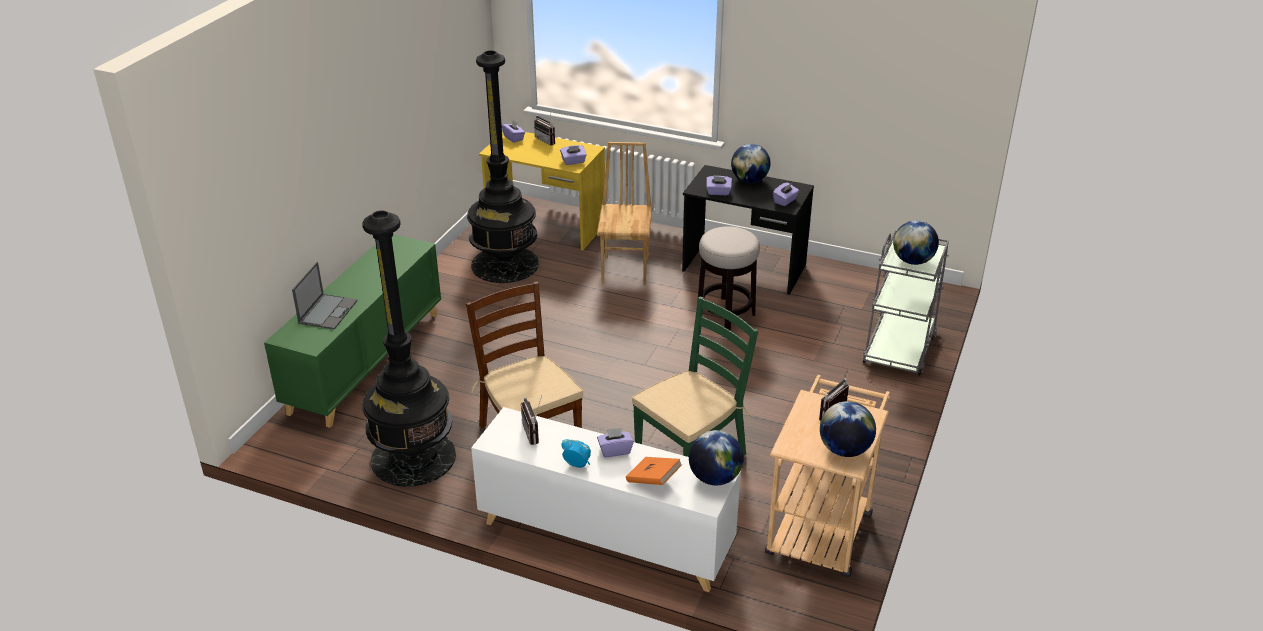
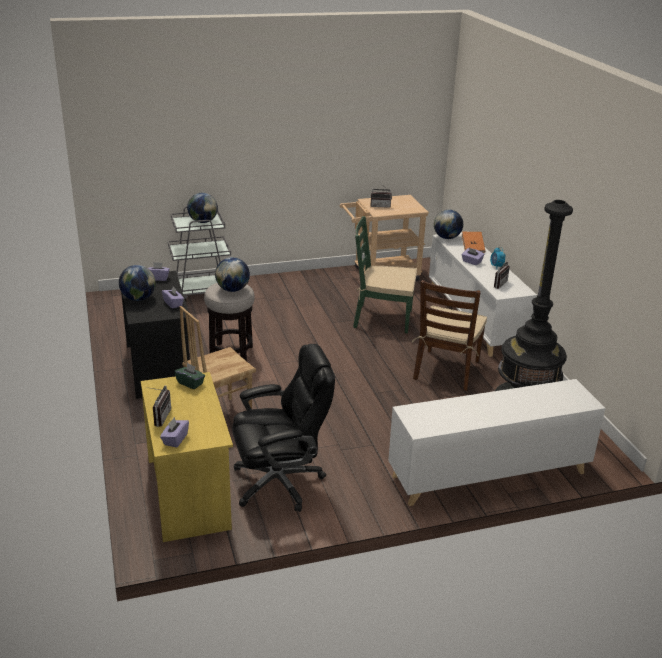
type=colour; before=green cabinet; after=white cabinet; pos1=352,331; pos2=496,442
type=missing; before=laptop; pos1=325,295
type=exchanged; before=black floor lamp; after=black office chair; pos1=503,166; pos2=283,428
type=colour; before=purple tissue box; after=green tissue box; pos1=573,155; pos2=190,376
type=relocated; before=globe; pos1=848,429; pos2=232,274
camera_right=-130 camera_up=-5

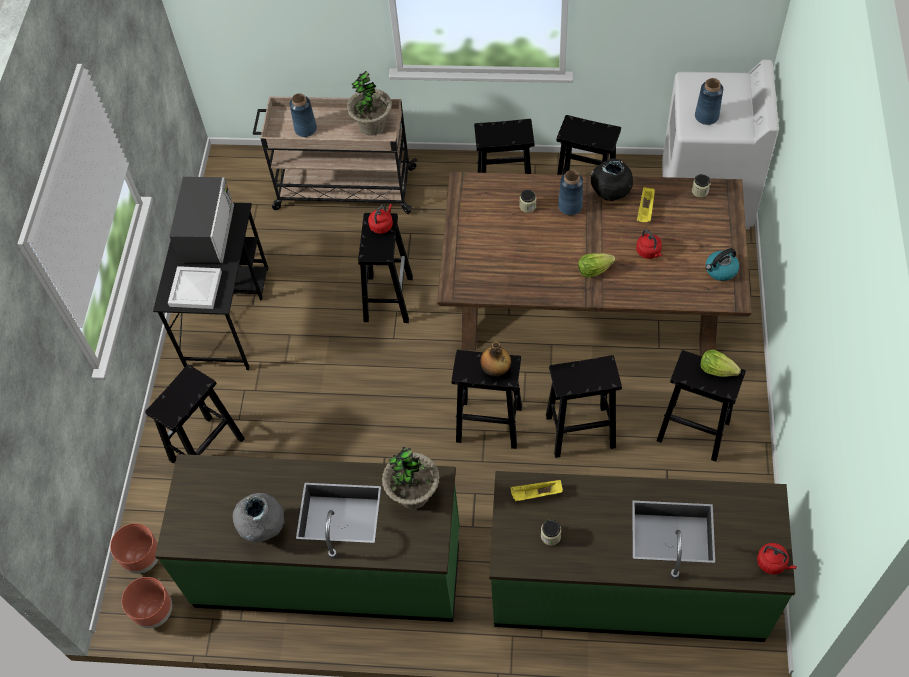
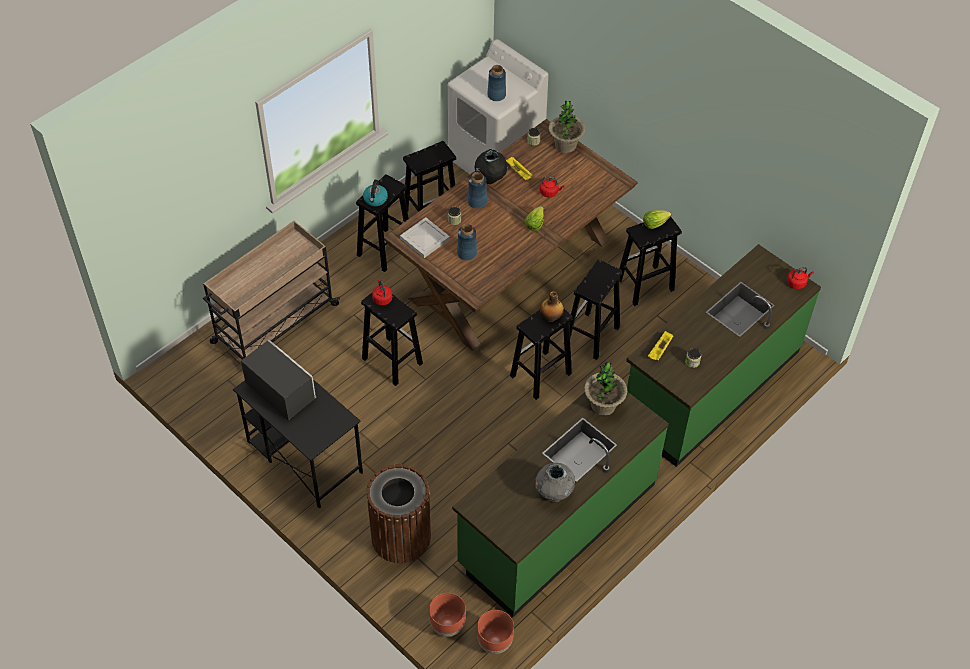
type=exchanged; before=black stool; after=brown trash can; pos1=195,413; pos2=398,513
type=relocated; before=white tray; pos1=195,287; pos2=425,237
type=relocated; before=blue vase; pos1=303,115; pos2=467,242
type=relocated; before=potted plant; pos1=369,103; pos2=567,127
type=relocated; before=kettle; pos1=722,264; pos2=375,193
camera_right=-55 camera_up=-5

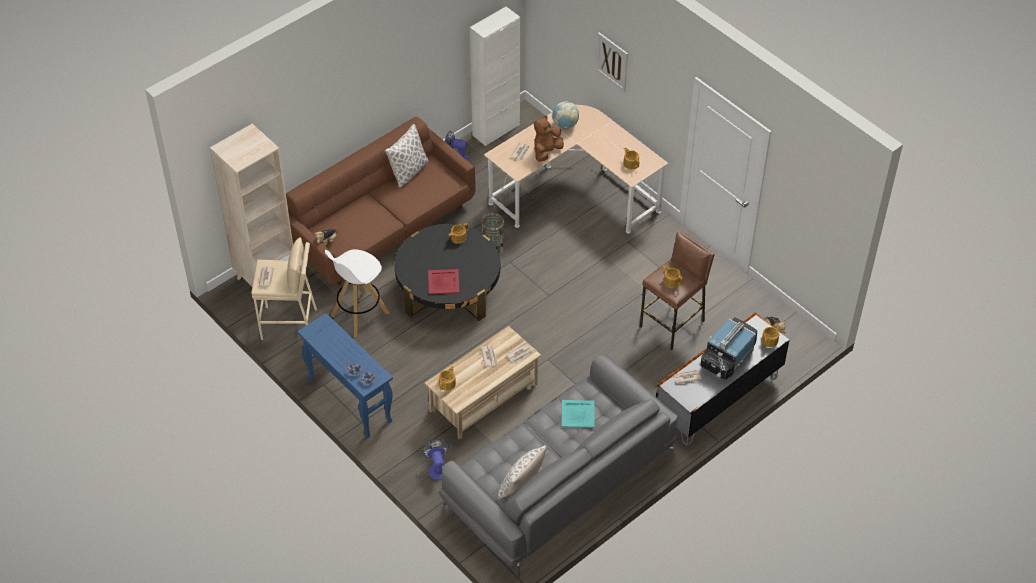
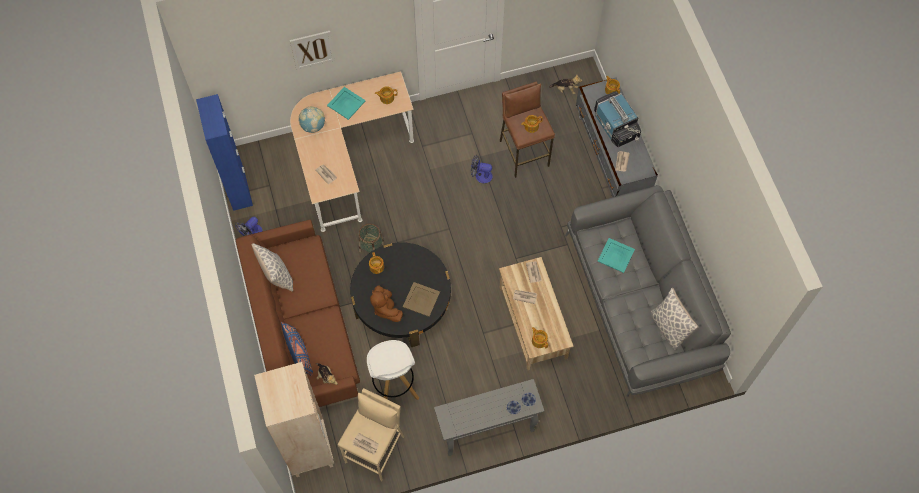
type=colour; before=blue console table; after=grey console table; pos1=345,375; pos2=489,417
type=relocated; before=fan; pos1=435,460; pos2=482,169
type=colour; before=red tray; after=beige tray; pos1=444,281; pos2=421,299
type=colour; before=white cabinet; after=blue cabinet; pos1=495,76; pos2=224,152
type=relocated; before=brown plush toy; pos1=549,139; pos2=386,303
type=appeared; after=blue pillow; pos2=297,349
type=appeared; after=turquoise tray; pos2=346,103
camera_right=-65 camera_up=15

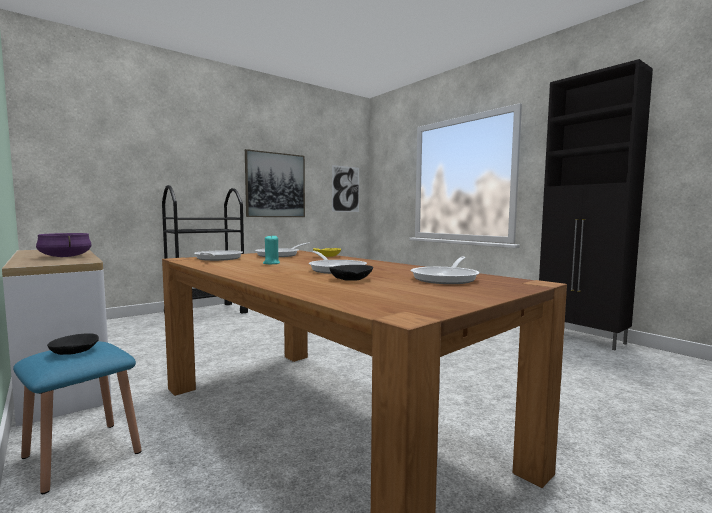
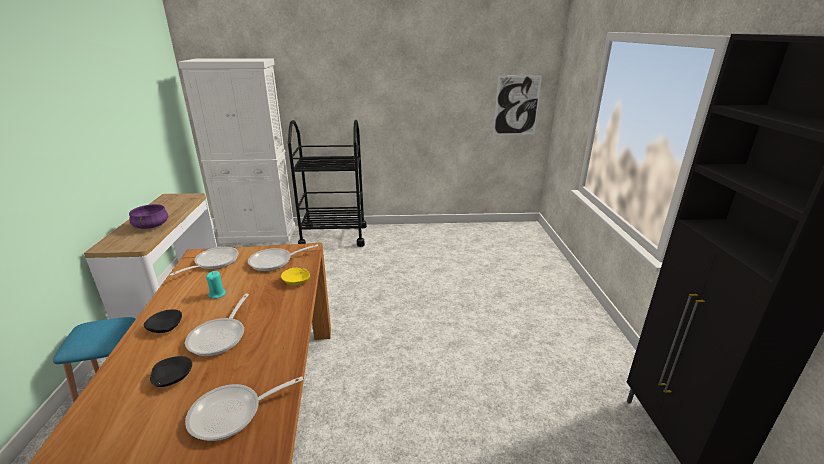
type=relocated; before=black bowl; pos1=73,344; pos2=163,321
type=missing; before=picture; pos1=275,183
type=appeared; after=white cabinet; pos2=236,151
camera_right=35 camera_up=20

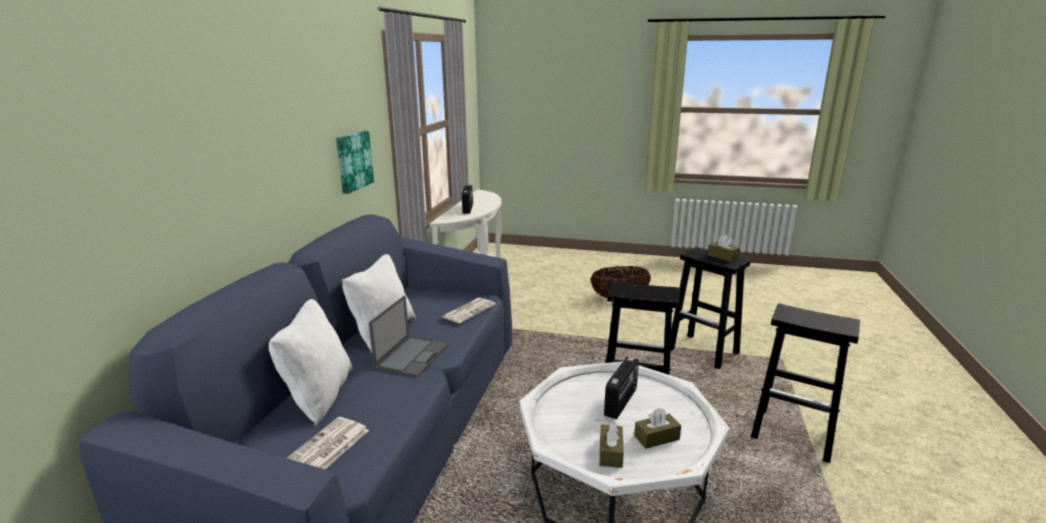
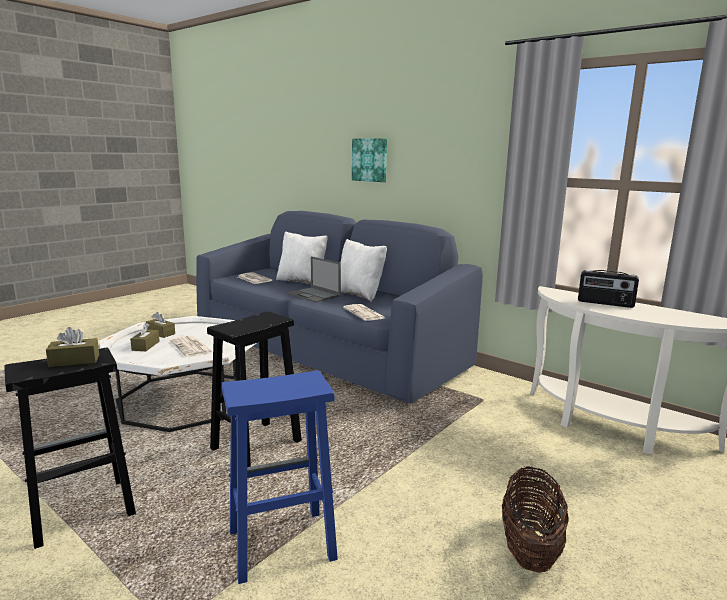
type=relocated; before=picture; pos1=355,162; pos2=369,160
type=exchanged; before=radio; after=newspaper; pos1=621,388; pos2=191,346
type=colour; before=black stool; after=blue stool; pos1=710,308; pos2=280,477
type=relocated; before=brown tissue box; pos1=723,248; pos2=72,347
camera_right=115 camera_up=-5

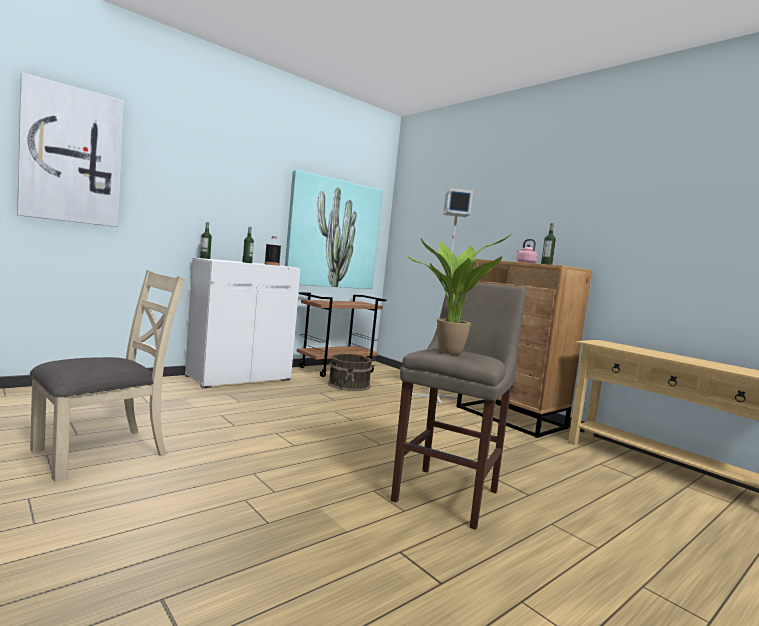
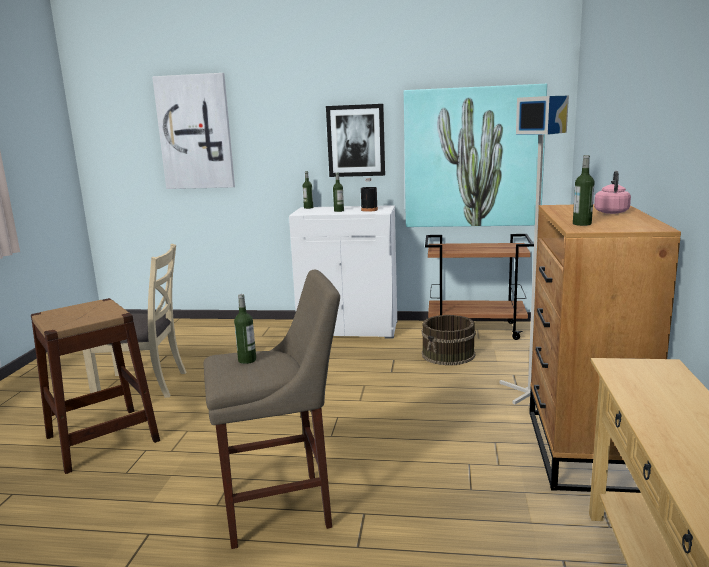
type=exchanged; before=potted plant; after=bottle; pos1=459,292; pos2=245,329
type=appeared; after=brown stool; pos2=95,386
type=appeared; after=picture; pos2=355,140
camera_right=50 camera_up=10

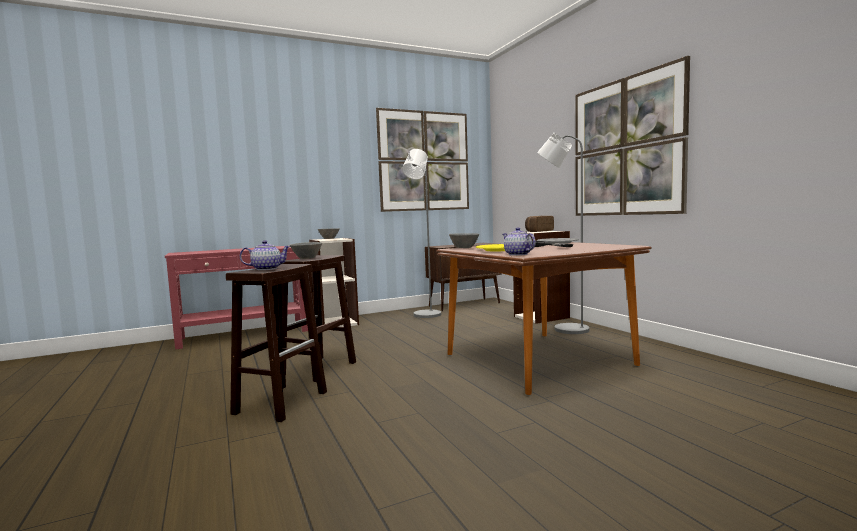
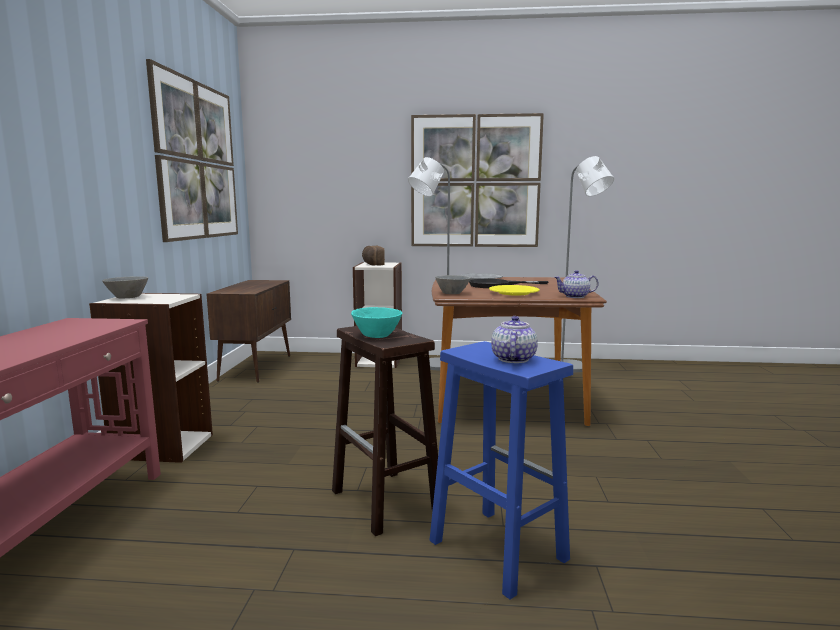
type=colour; before=brown stool; after=blue stool; pos1=276,343; pos2=501,470
type=colour; before=grey bowl; after=turquoise bowl; pos1=306,250; pos2=376,322
type=relocated; before=grey floor lamp; pos1=421,233; pos2=587,264
camera_right=-60 camera_up=5

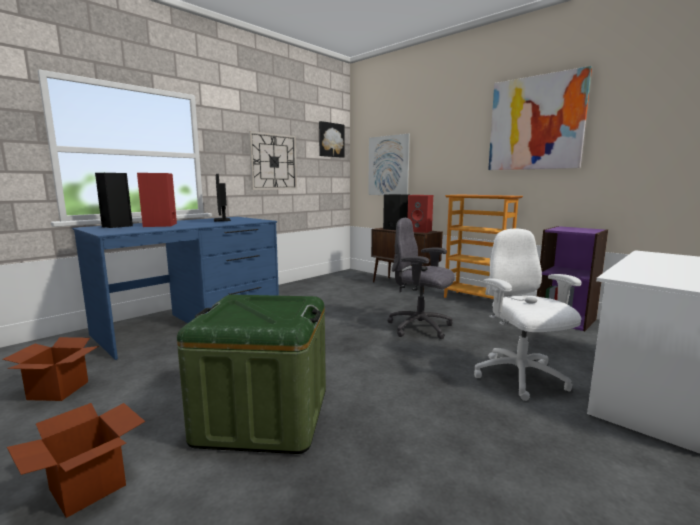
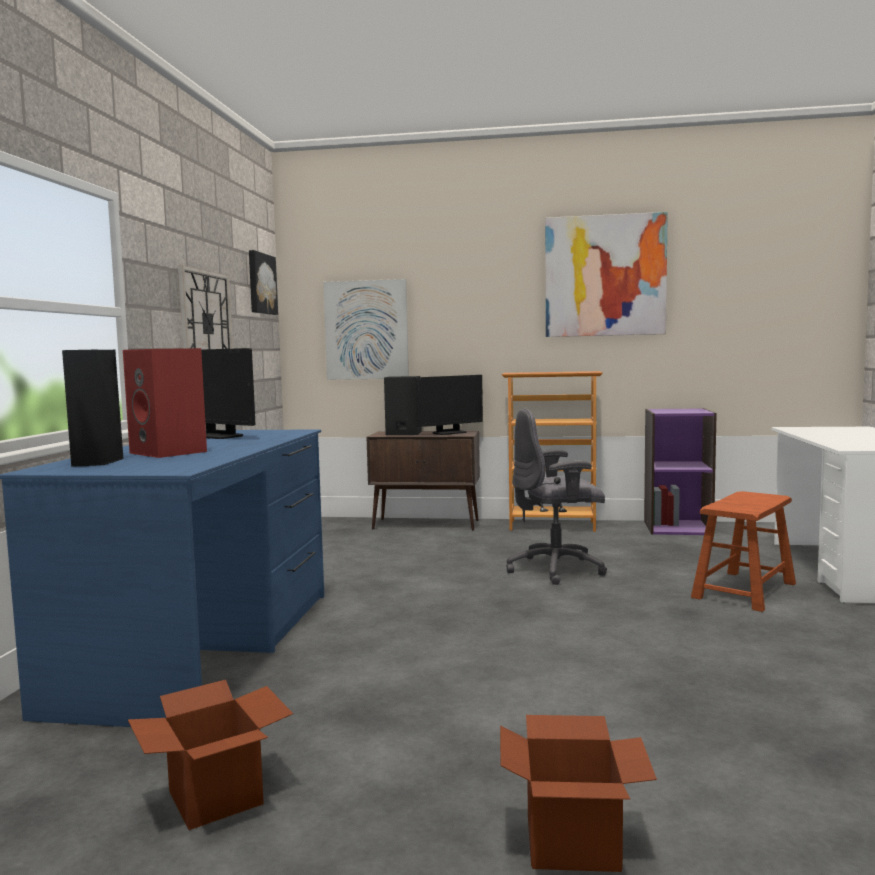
type=missing; before=green storage box; pos1=251,374
type=exchanged; before=red speaker; after=monitor; pos1=420,214; pos2=449,405
type=exchanged; before=white office chair; after=brown stool; pos1=528,315; pos2=743,551
camera_right=-35 camera_up=-5

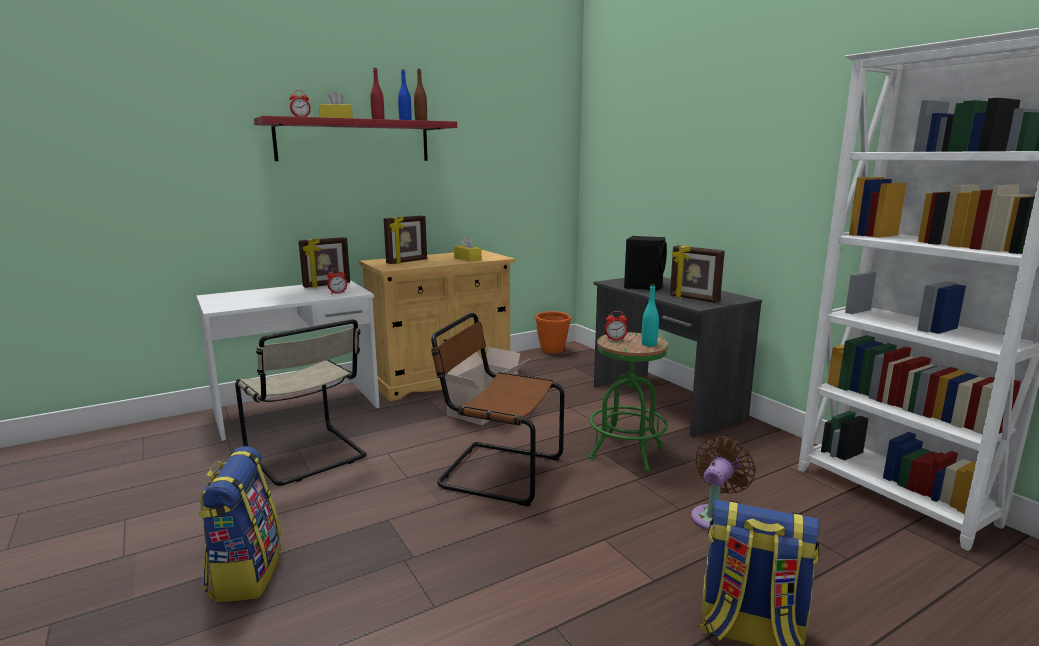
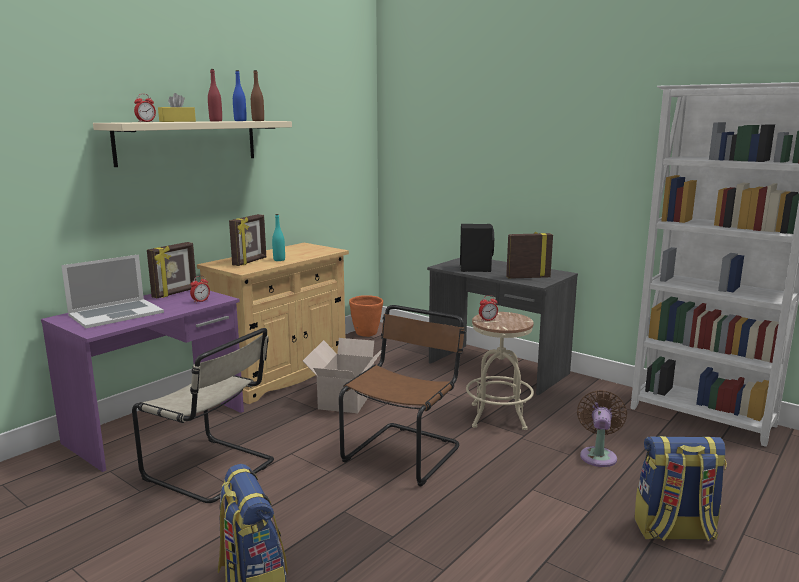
type=colour; before=white desk; after=purple desk; pos1=288,360; pos2=142,381
type=colour; before=red shelf; after=beige shelf; pos1=355,138; pos2=192,144
type=spun; before=brown chair; pos1=497,409; pos2=402,395; turn=120
type=missing; before=yellow tissue box; pos1=468,249
type=colour; before=green stool; after=beige stool; pos1=628,402; pos2=500,371
type=relocated; before=turquoise bottle; pos1=650,315; pos2=278,237
type=spun; before=picture frame; pos1=697,274; pos2=529,255; turn=150
type=appeared; after=laptop; pos2=112,291
camera_right=-20 camera_up=0

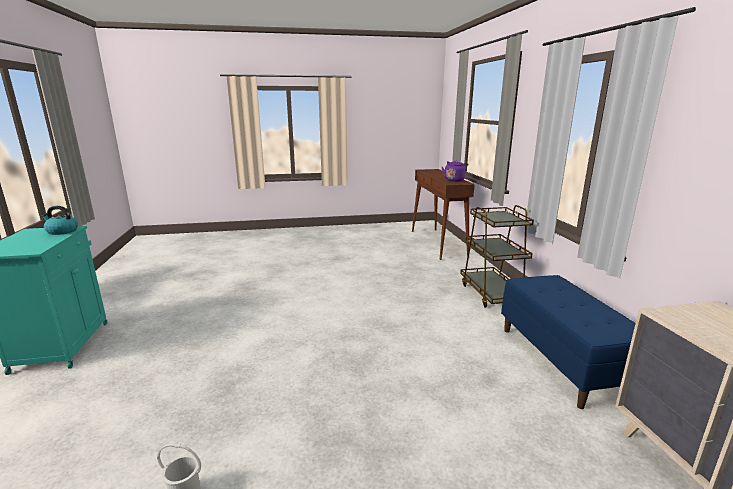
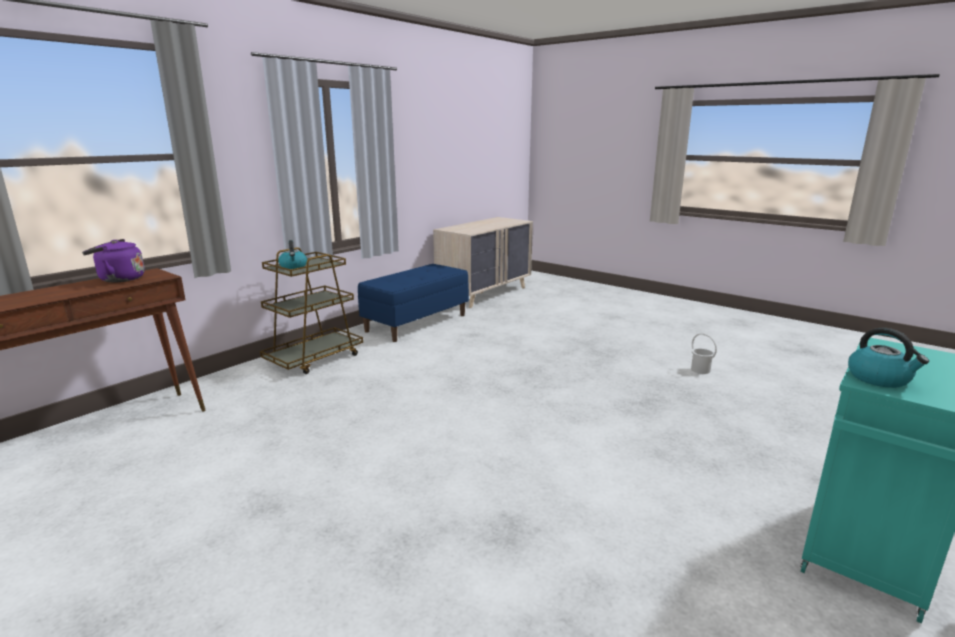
type=appeared; after=kettle; pos2=292,254
camera_right=-130 camera_up=0

